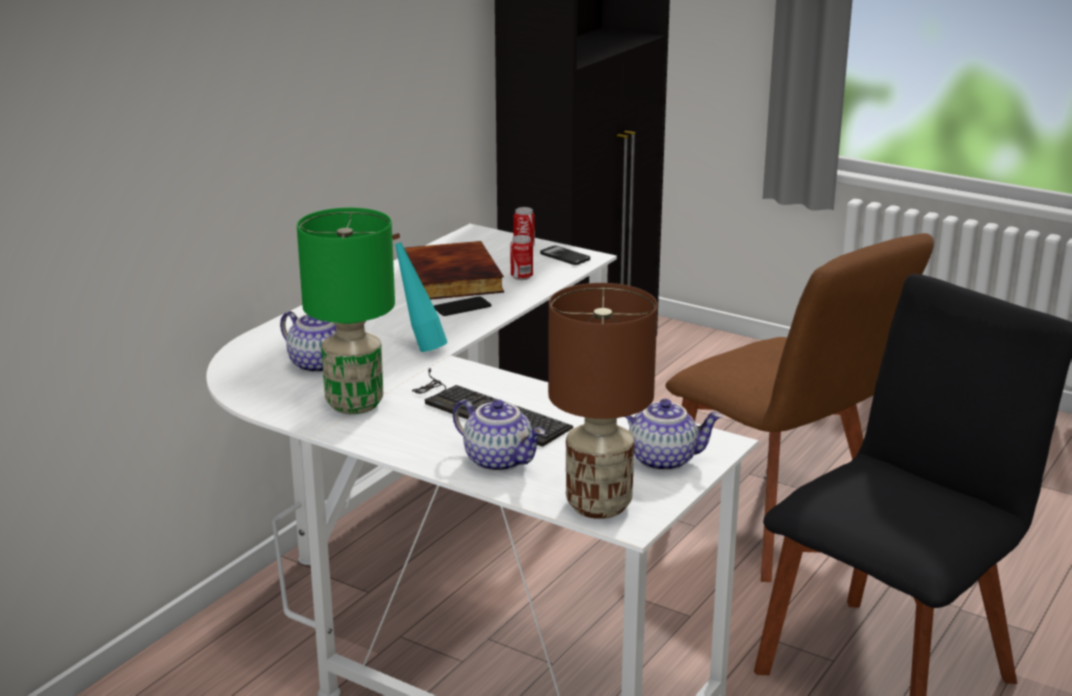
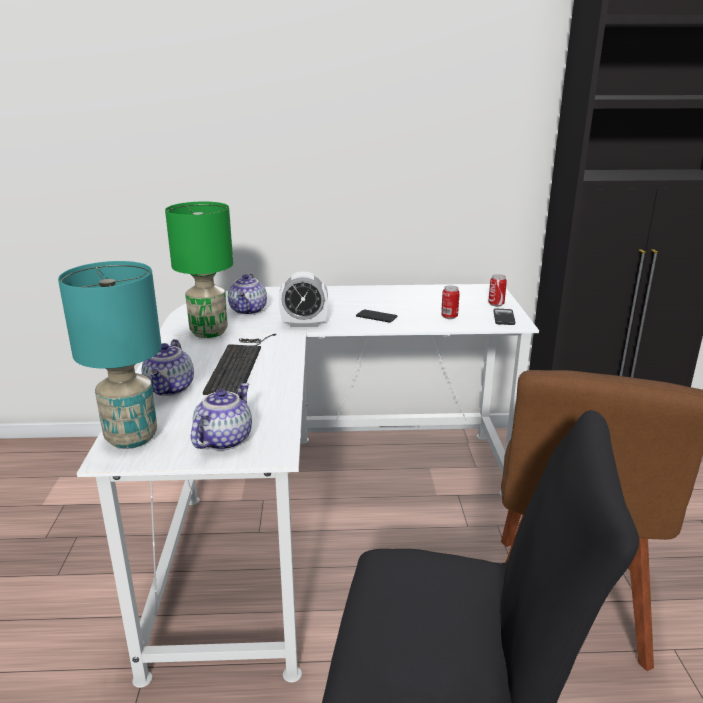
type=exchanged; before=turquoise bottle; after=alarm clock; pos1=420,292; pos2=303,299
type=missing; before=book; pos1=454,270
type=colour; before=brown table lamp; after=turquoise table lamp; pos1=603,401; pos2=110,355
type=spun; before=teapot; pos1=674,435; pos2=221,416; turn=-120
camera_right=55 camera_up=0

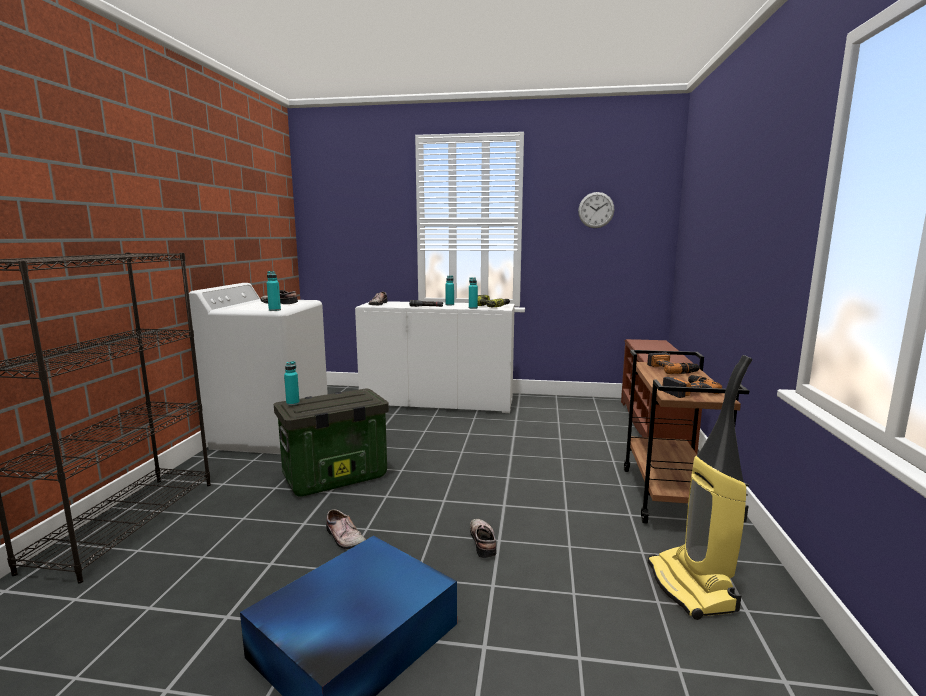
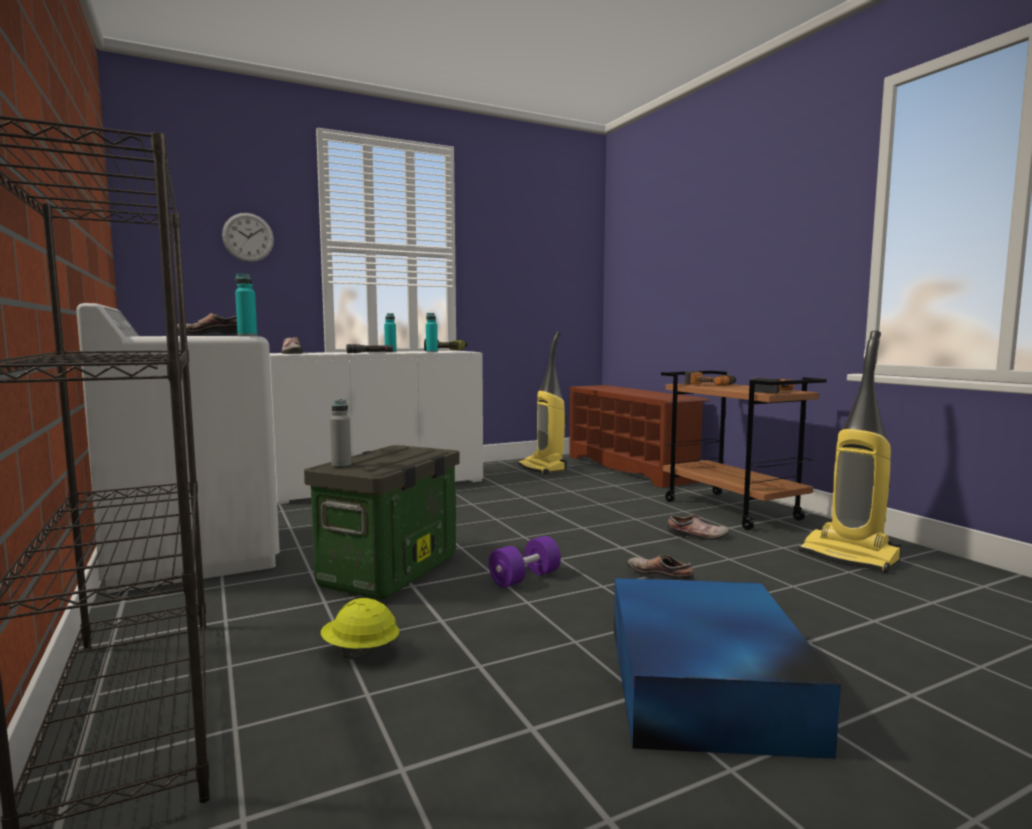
type=colour; before=turquoise bottle; after=grey bottle; pos1=292,383; pos2=341,432
type=relocated; before=shoe; pos1=346,529; pos2=698,527
type=relocated; before=wall clock; pos1=596,210; pos2=248,237
type=appeared; after=yellow hard hat; pos2=360,629
type=appeared; after=purple dumbbell; pos2=525,562
type=appeared; after=vacuum cleaner; pos2=542,403
camera_right=-35 camera_up=-5

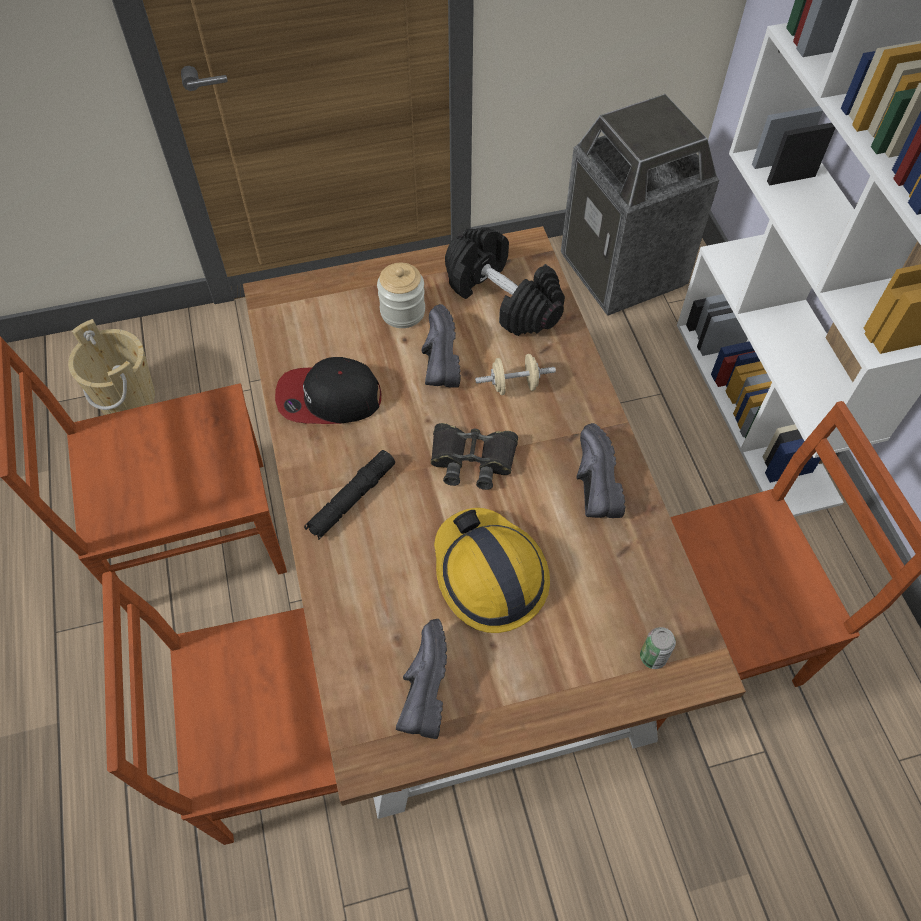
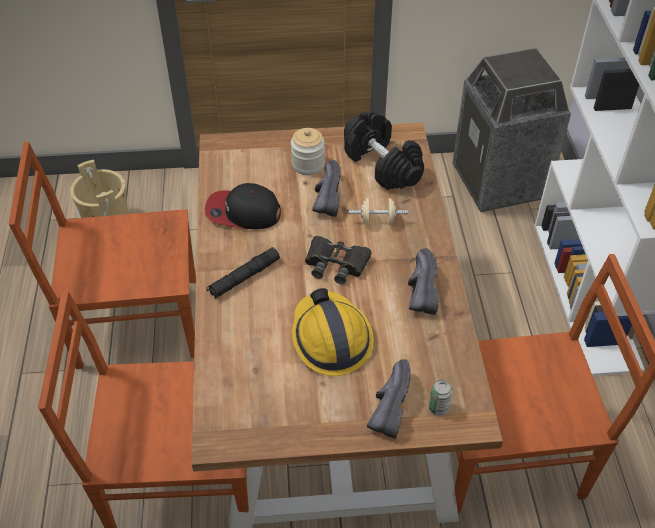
type=relocated; before=black shoe; pos1=421,679; pos2=389,399
camera_right=10 camera_up=-10

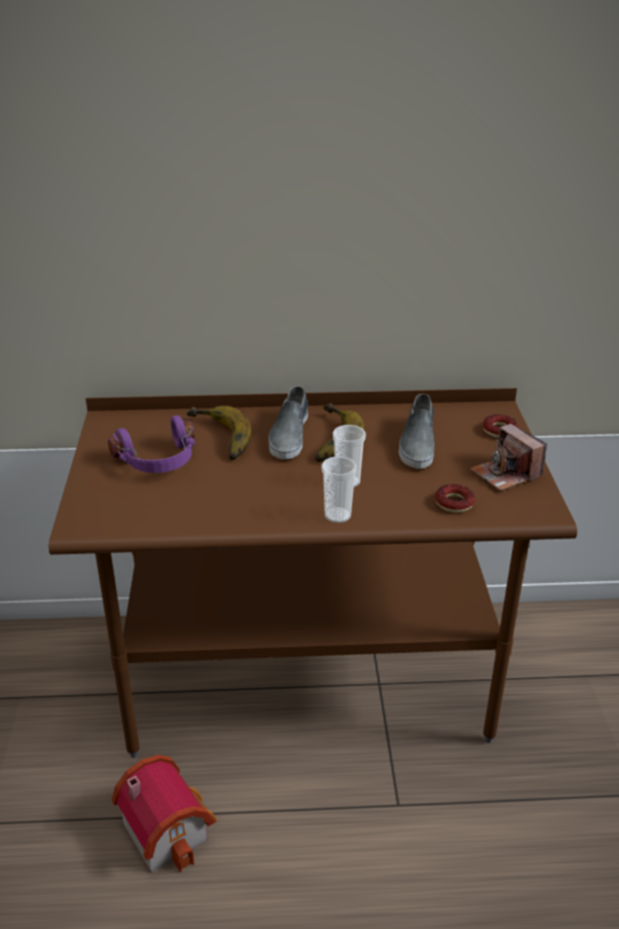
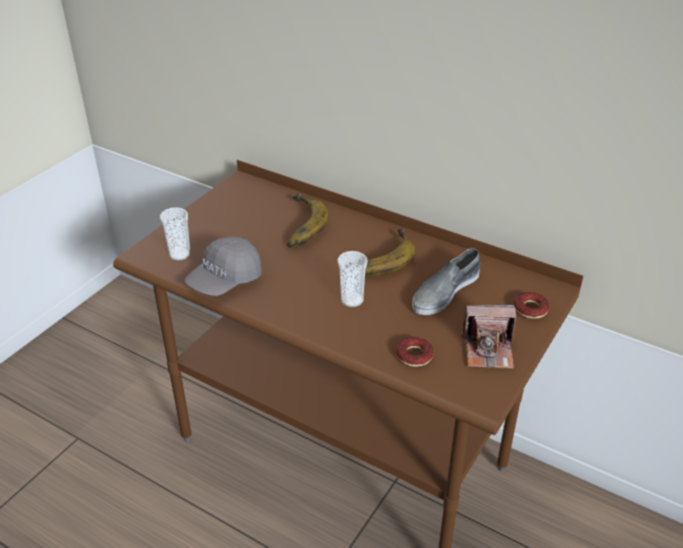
type=missing; before=purple headphones; pos1=152,444
type=missing; before=toy house; pos1=164,813
type=missing; before=grey shoe; pos1=288,422
type=relocated; before=cup; pos1=339,489; pos2=175,234
type=spun; before=photo camera; pos1=508,457; pos2=488,337; turn=-90
type=appeared; after=grey cap; pos2=223,266
camera_right=35 camera_up=5

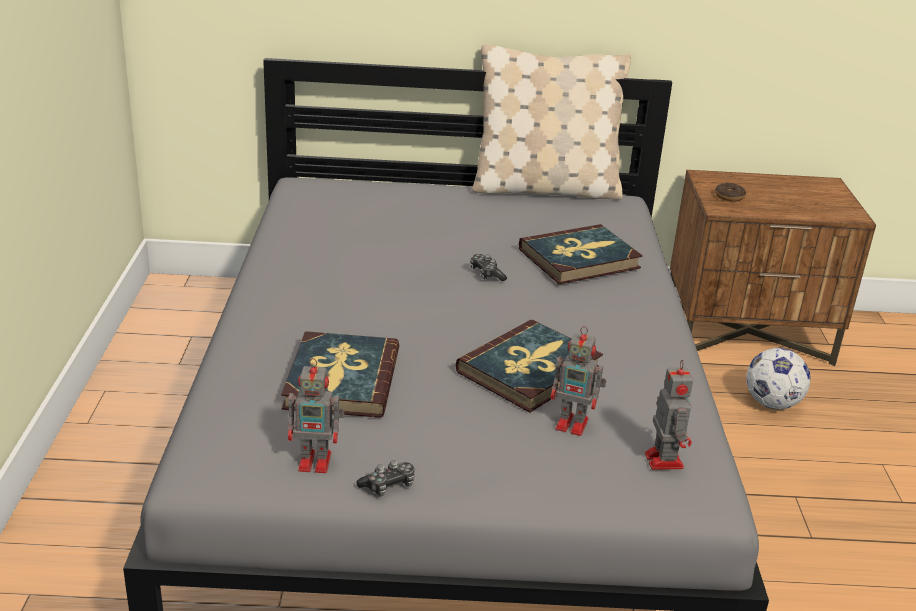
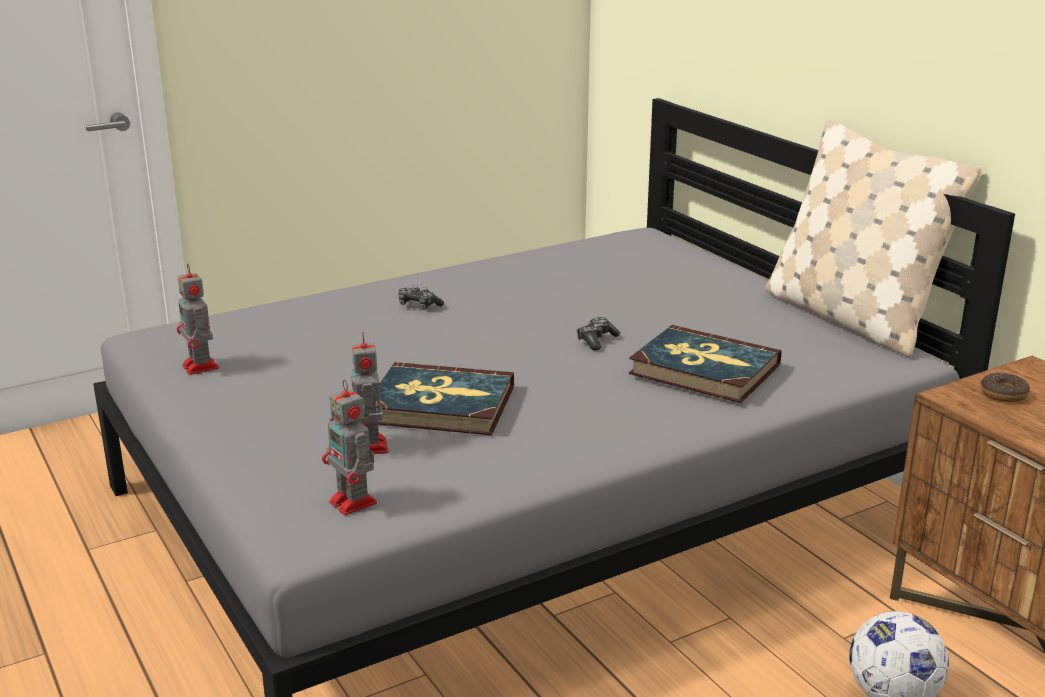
type=missing; before=book; pos1=340,374
type=relocated; before=game controller; pos1=385,478; pos2=421,297
type=spun; before=toy robot; pos1=669,415; pos2=349,447; turn=90
camera_right=60 camera_up=-5

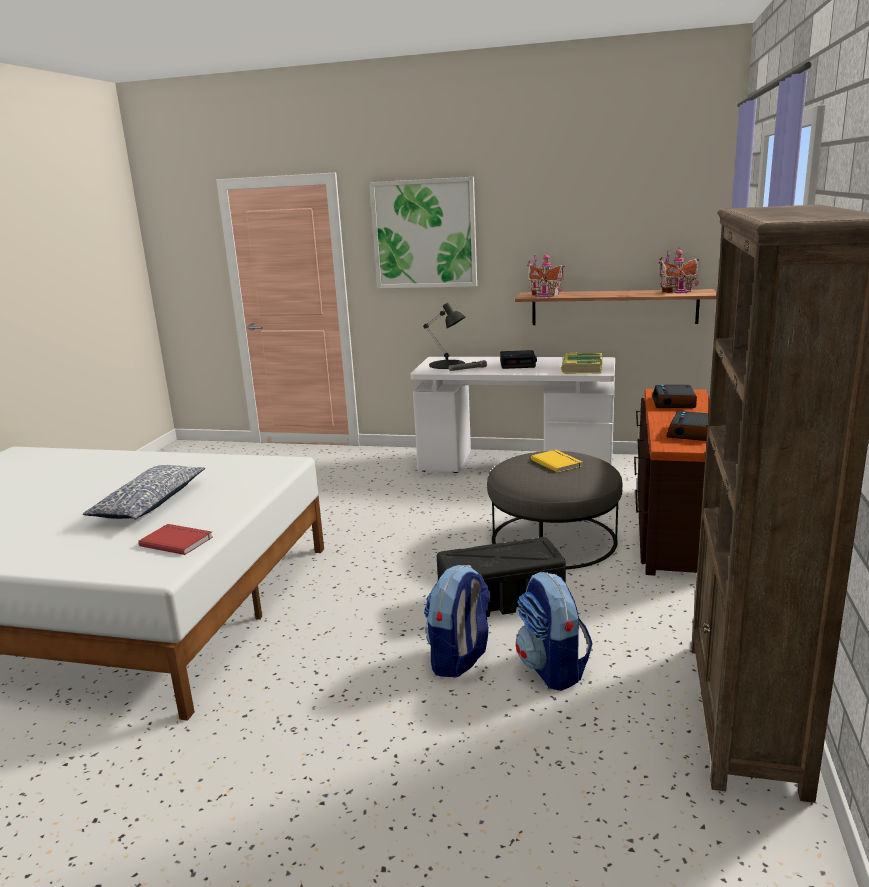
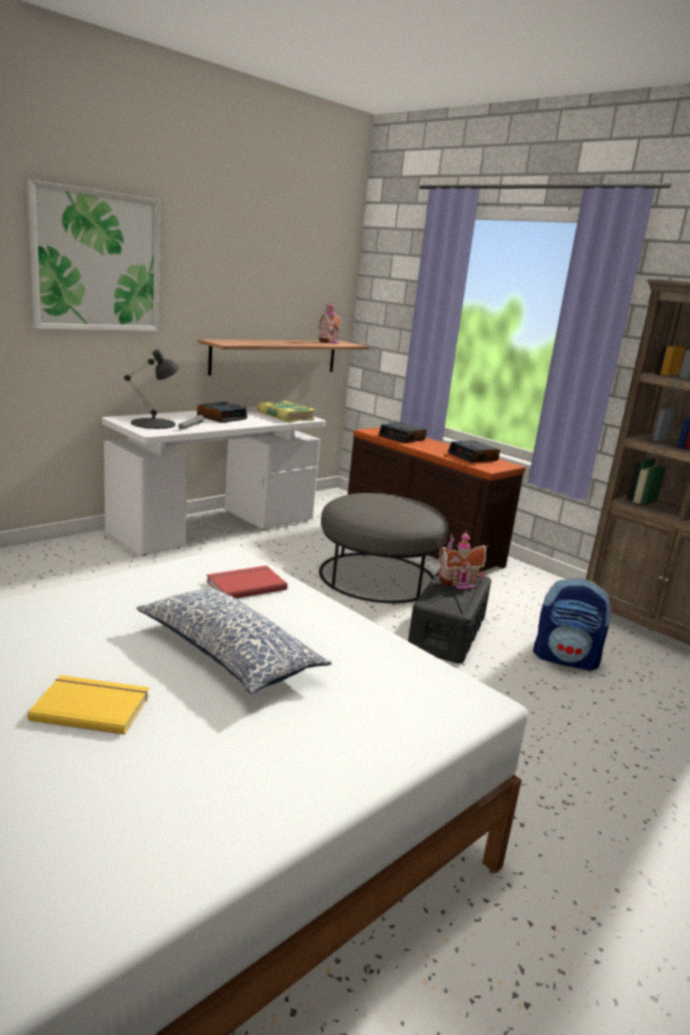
type=relocated; before=red book; pos1=175,539; pos2=247,582
type=missing; before=backpack; pos1=457,621
type=relocated; before=toy house; pos1=546,274; pos2=463,559
type=relocated; before=yellow book; pos1=556,461; pos2=88,704
camera_right=-60 camera_up=0

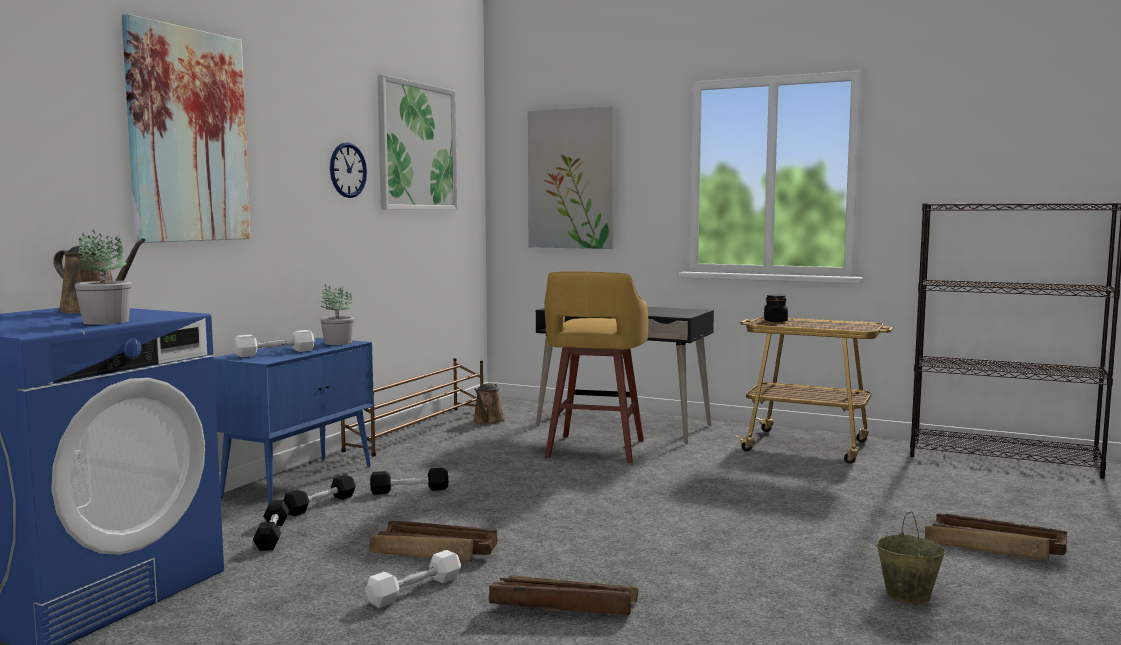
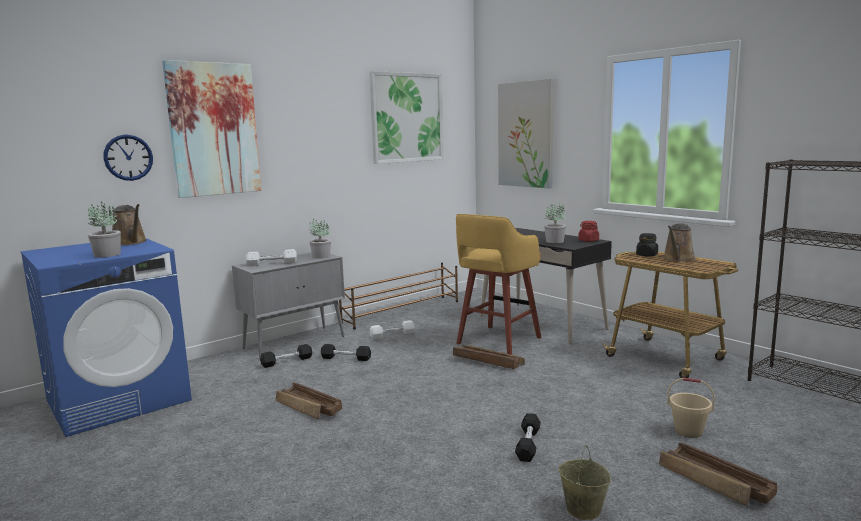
type=colour; before=blue cabinet; after=grey cabinet; pos1=294,421; pos2=288,305
type=relocated; before=black dumbbell; pos1=271,525; pos2=528,437
type=relocated; before=wall clock; pos1=348,170; pos2=128,157
type=relocated; before=white dumbbell; pos1=413,579; pos2=392,329
type=relocated; before=brown watering can; pos1=489,403; pos2=679,243
type=relocated; before=crate; pos1=563,595; pos2=489,357
type=appeared; after=potted plant; pos2=555,223
type=appeared; after=red jar; pos2=588,231
type=appeared; after=beige bucket; pos2=691,408
camera_right=25 camera_up=5

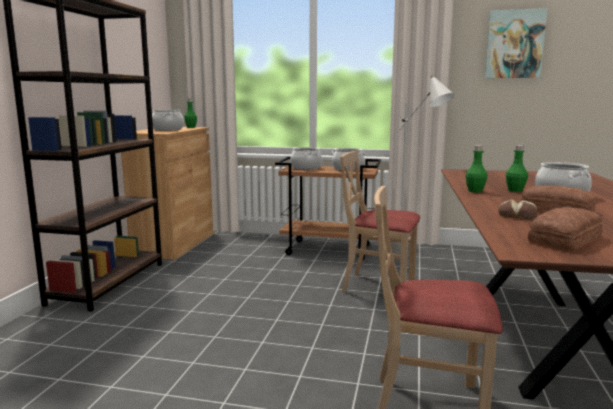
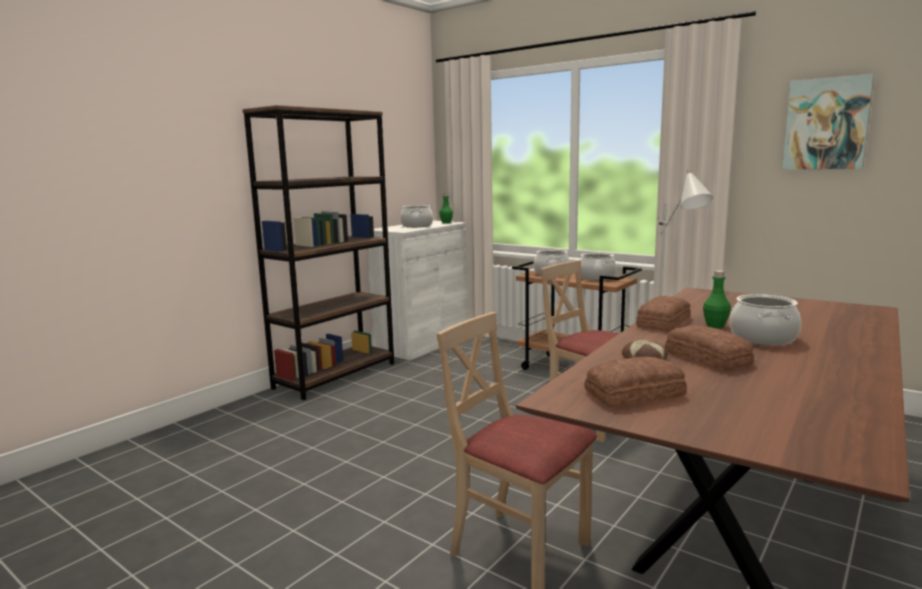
type=colour; before=brown cabinet; after=white cabinet; pos1=167,193; pos2=417,290
type=exchanged; before=green bottle; after=bread; pos1=477,169; pos2=663,313
camera_right=25 camera_up=0

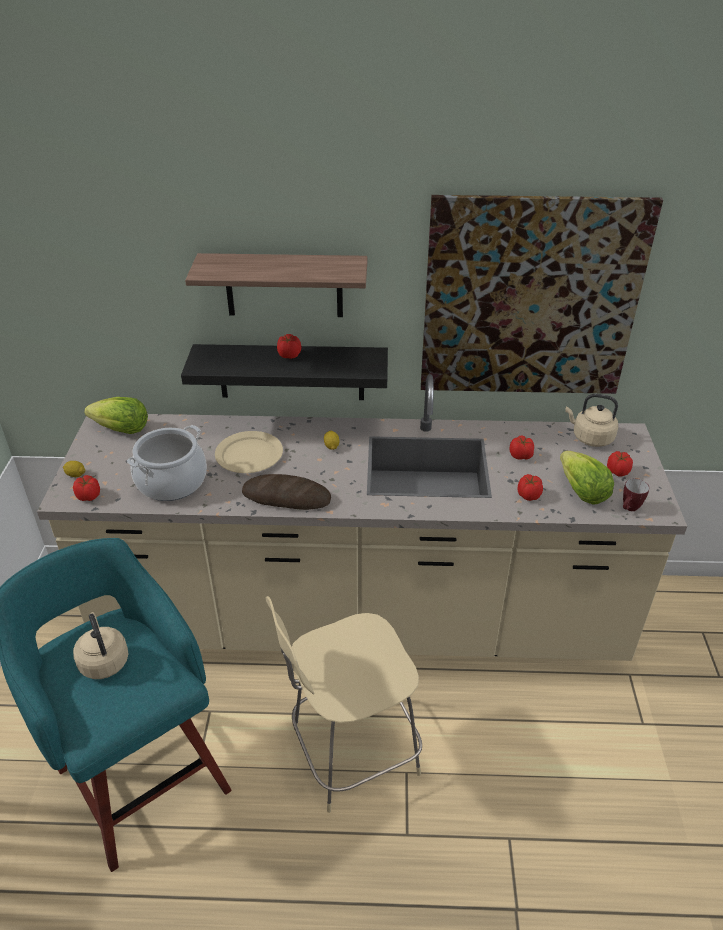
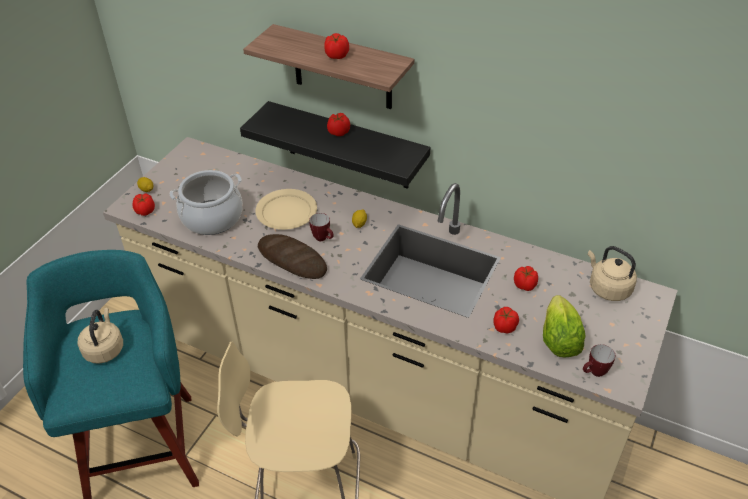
type=missing; before=lettuce; pos1=116,415
type=missing; before=picture; pos1=542,294
type=relocated; before=tomato; pos1=620,464; pos2=336,46
type=appeared; after=mug; pos2=321,227
camera_right=25 camera_up=5

